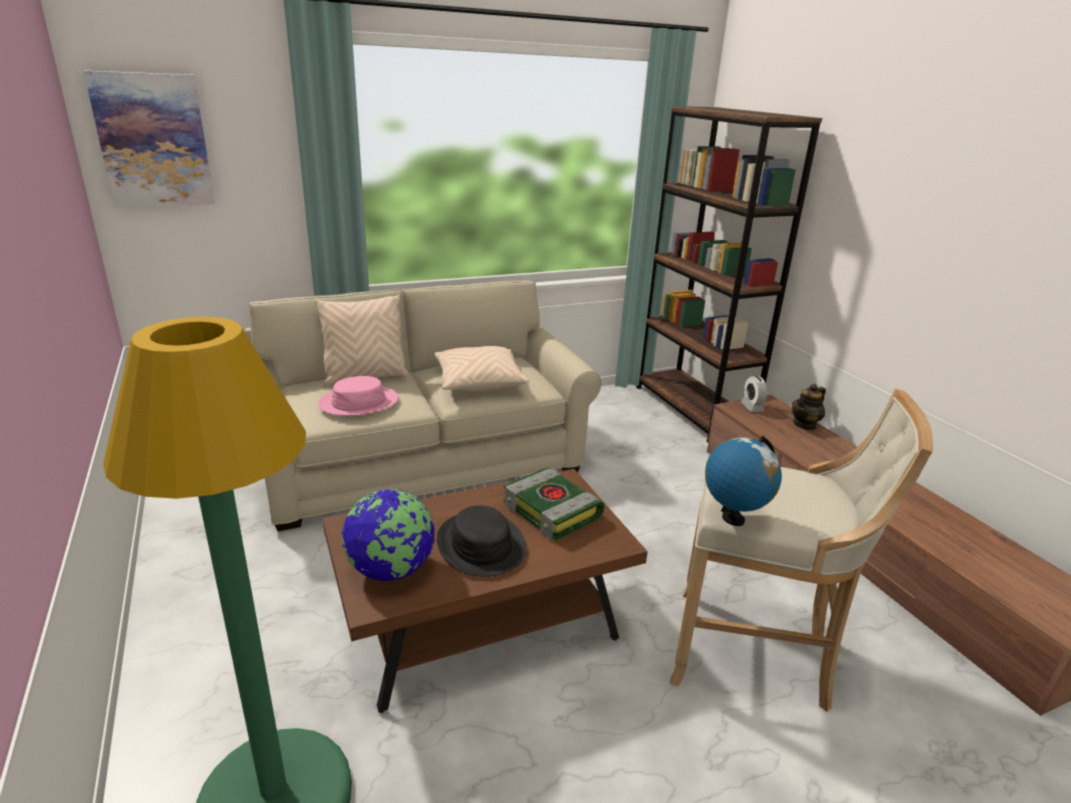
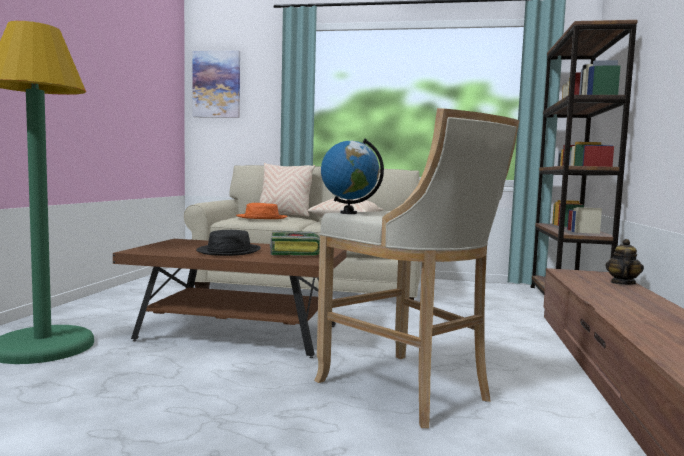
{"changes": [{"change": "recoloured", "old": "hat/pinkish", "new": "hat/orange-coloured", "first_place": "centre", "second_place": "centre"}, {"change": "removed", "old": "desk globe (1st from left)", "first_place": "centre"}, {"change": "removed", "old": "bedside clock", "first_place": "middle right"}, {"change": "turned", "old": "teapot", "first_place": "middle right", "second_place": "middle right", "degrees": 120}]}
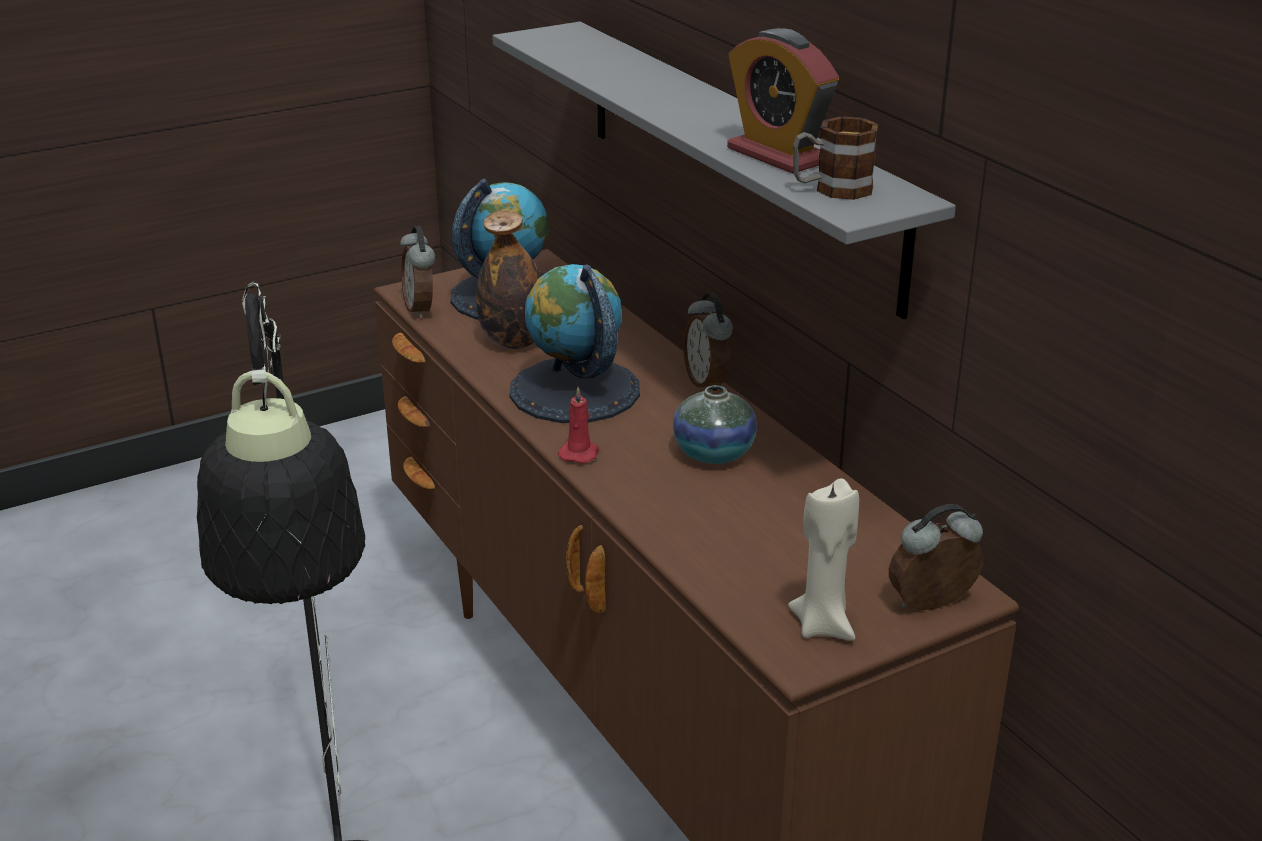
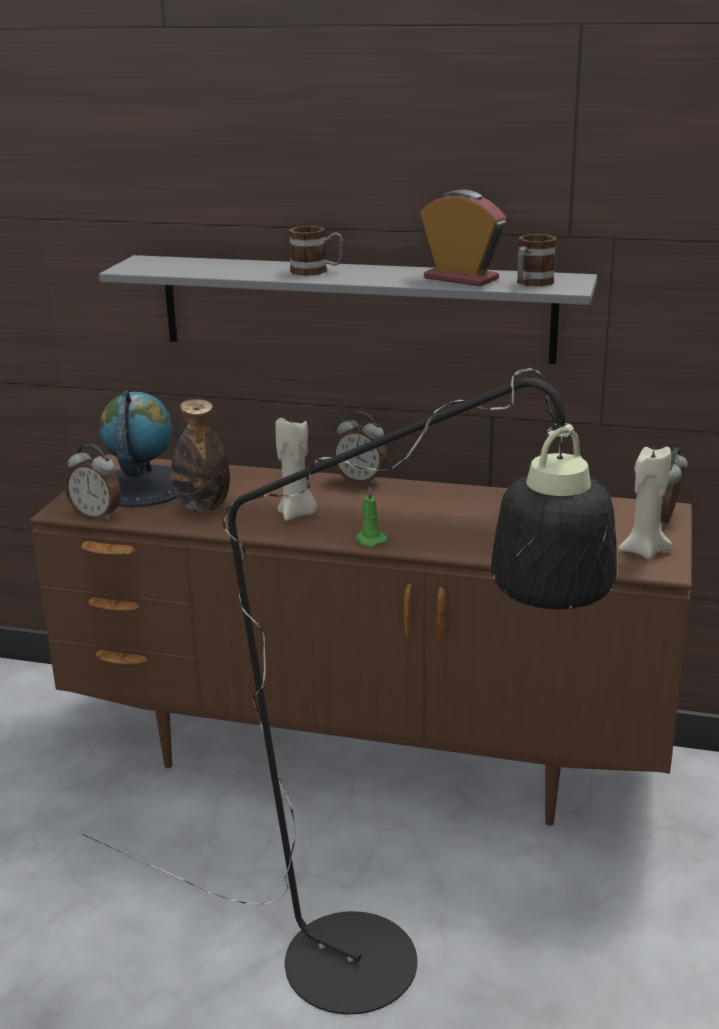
{"changes": [{"change": "replaced", "old": "desk globe (2nd from left)", "new": "wax candle/sand-coloured (1st from left)", "first_place": "centre", "second_place": "centre"}, {"change": "recoloured", "old": "wax candle/red-coloured", "new": "wax candle/green-coloured", "first_place": "centre", "second_place": "centre"}, {"change": "removed", "old": "decorative vase", "first_place": "centre"}, {"change": "turned", "old": "bedside clock (3rd from left)", "first_place": "top centre", "second_place": "top centre", "degrees": -150}, {"change": "added", "new": "mug (1st from left)", "second_place": "top centre"}]}
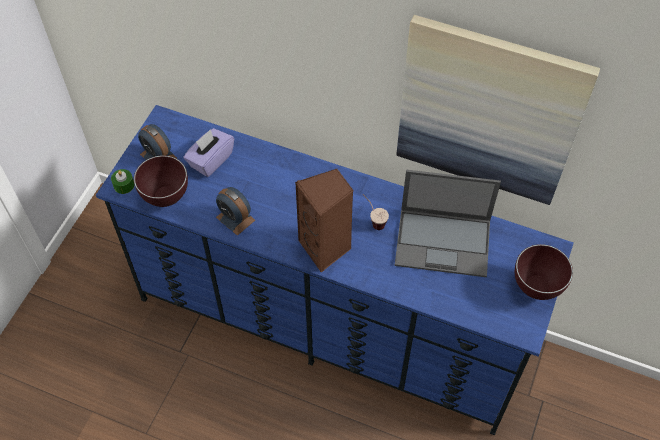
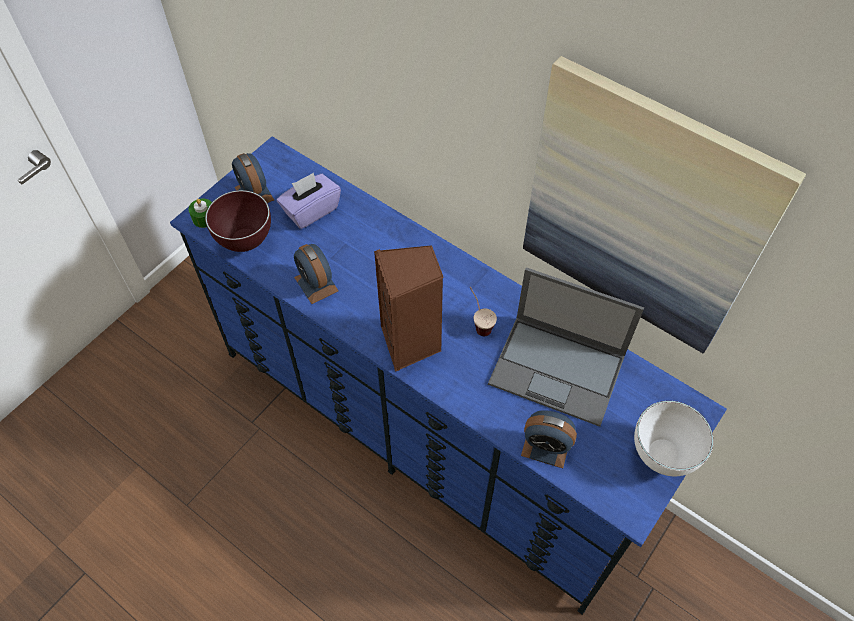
{"changes": [{"change": "recoloured", "old": "bowl/brown (2nd from left)", "new": "bowl/whitish", "first_place": "middle right", "second_place": "bottom right"}, {"change": "added", "new": "bedside clock (3rd from left)", "second_place": "bottom centre"}]}
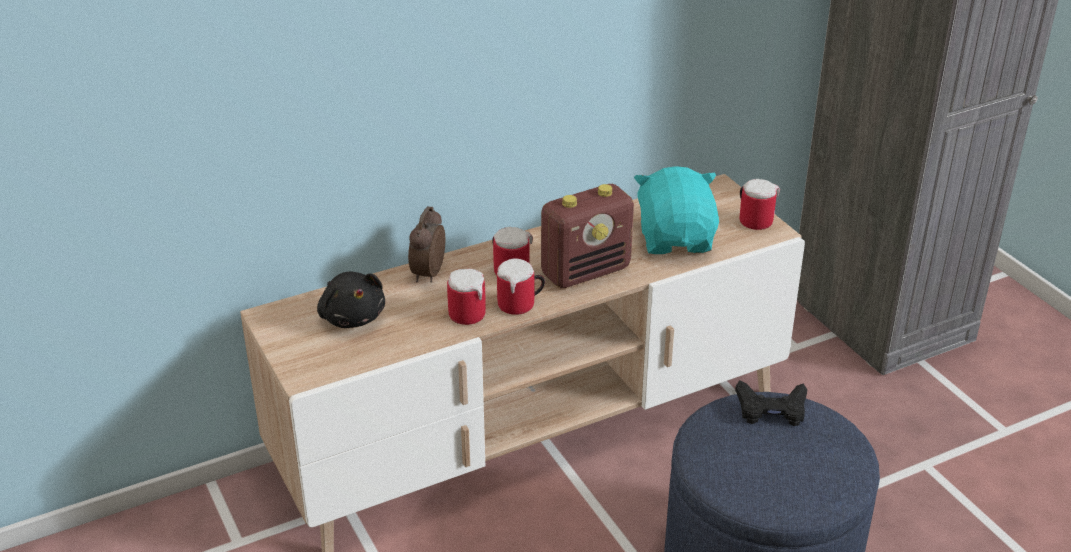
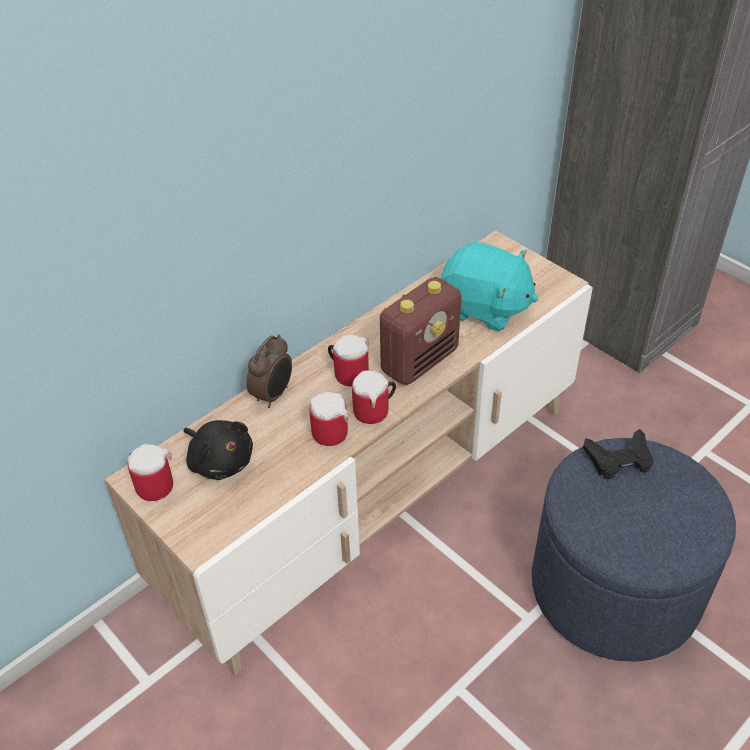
{"changes": [{"change": "turned", "old": "bedside clock", "first_place": "centre", "second_place": "centre", "degrees": -150}, {"change": "turned", "old": "plush toy/blue-green", "first_place": "centre", "second_place": "centre", "degrees": 135}, {"change": "moved", "old": "mug (4th from left in the first image)", "new": "mug (1st from left)", "first_place": "middle right", "second_place": "middle left"}]}
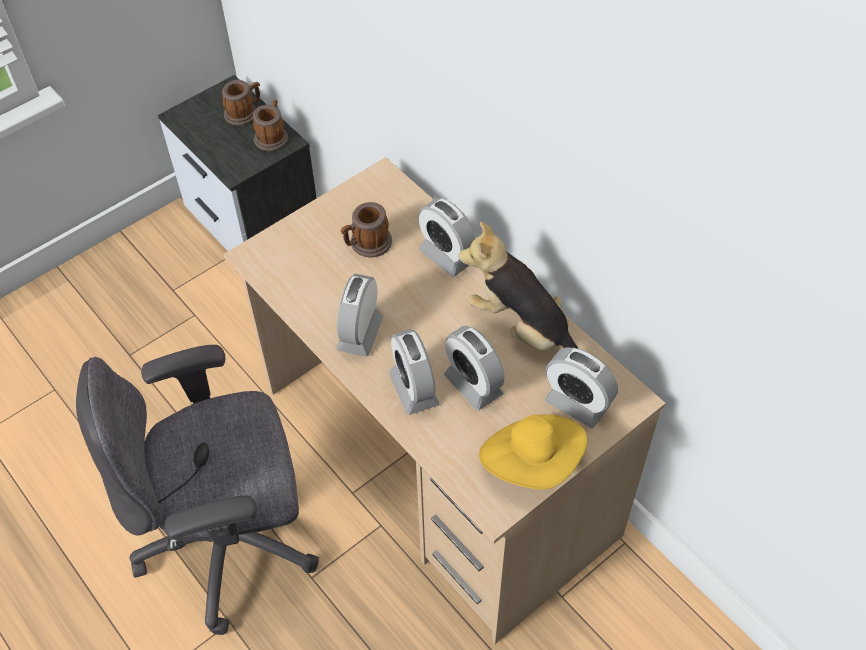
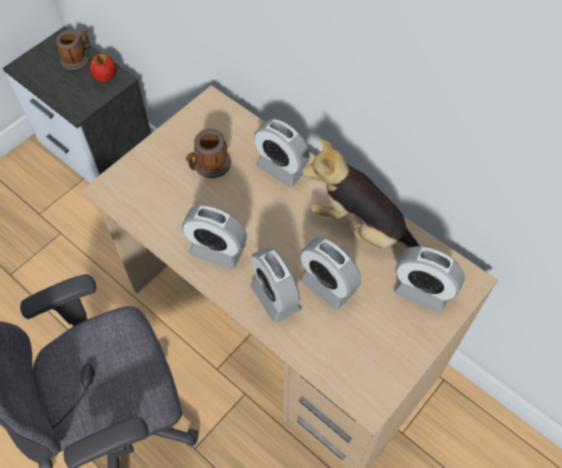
{"changes": [{"change": "replaced", "old": "mug (2nd from left)", "new": "whole apple", "first_place": "top left", "second_place": "top left"}, {"change": "turned", "old": "bedside clock (1st from left)", "first_place": "centre", "second_place": "centre", "degrees": -75}, {"change": "removed", "old": "hat/yellowish", "first_place": "bottom centre"}]}
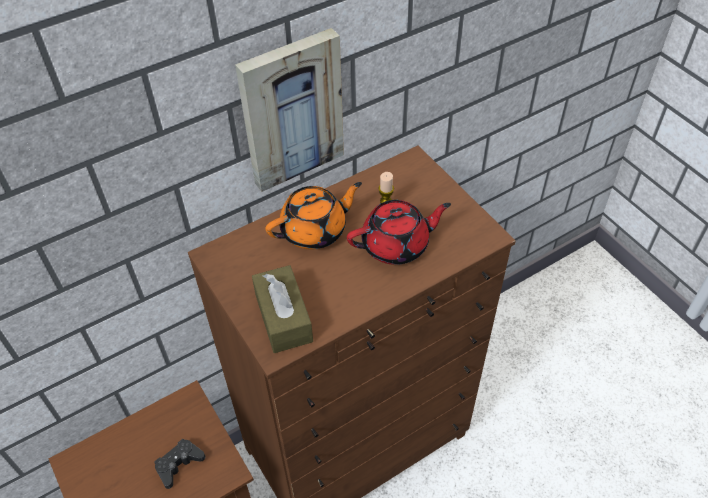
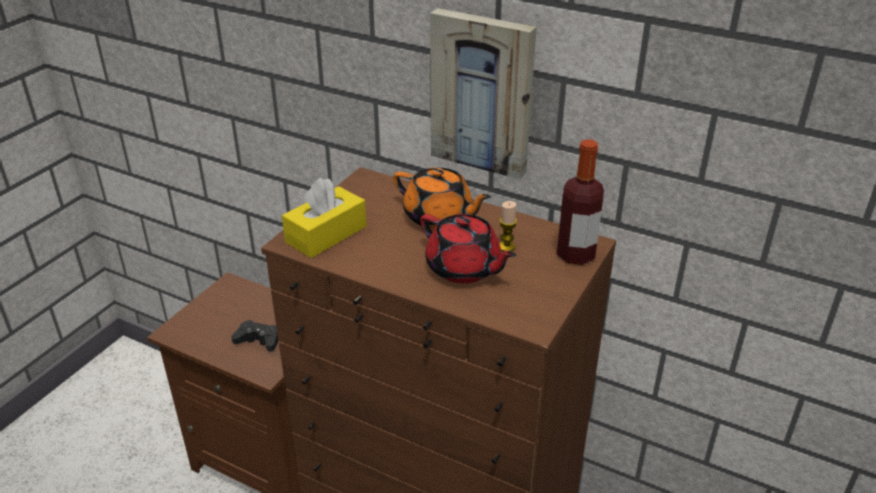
{"changes": [{"change": "recoloured", "old": "tissue box/brown", "new": "tissue box/yellowish", "first_place": "centre", "second_place": "centre"}, {"change": "added", "new": "beverage bottle", "second_place": "centre"}]}
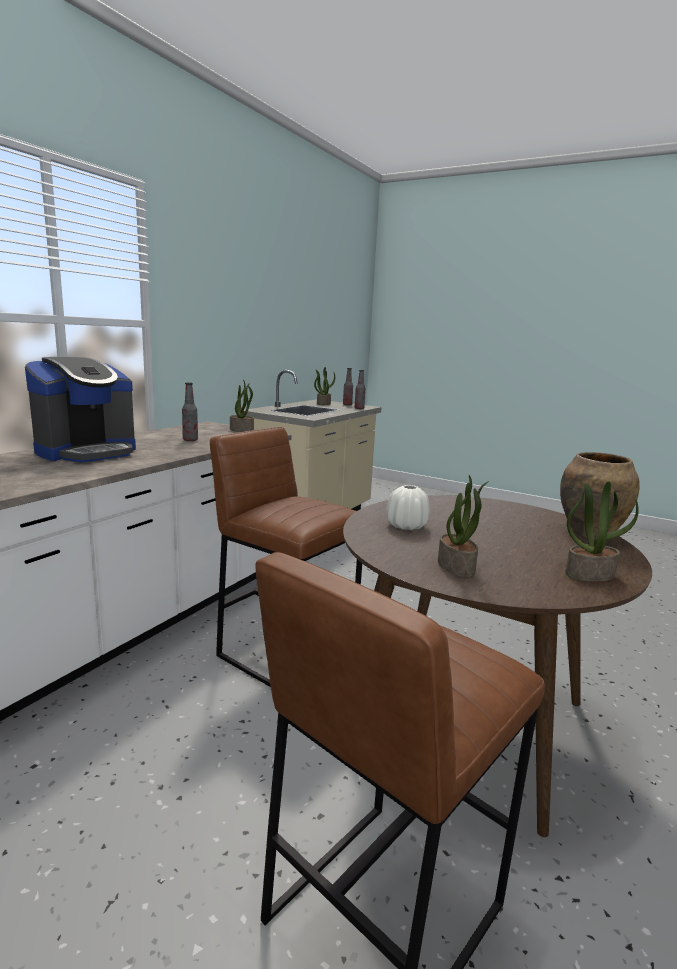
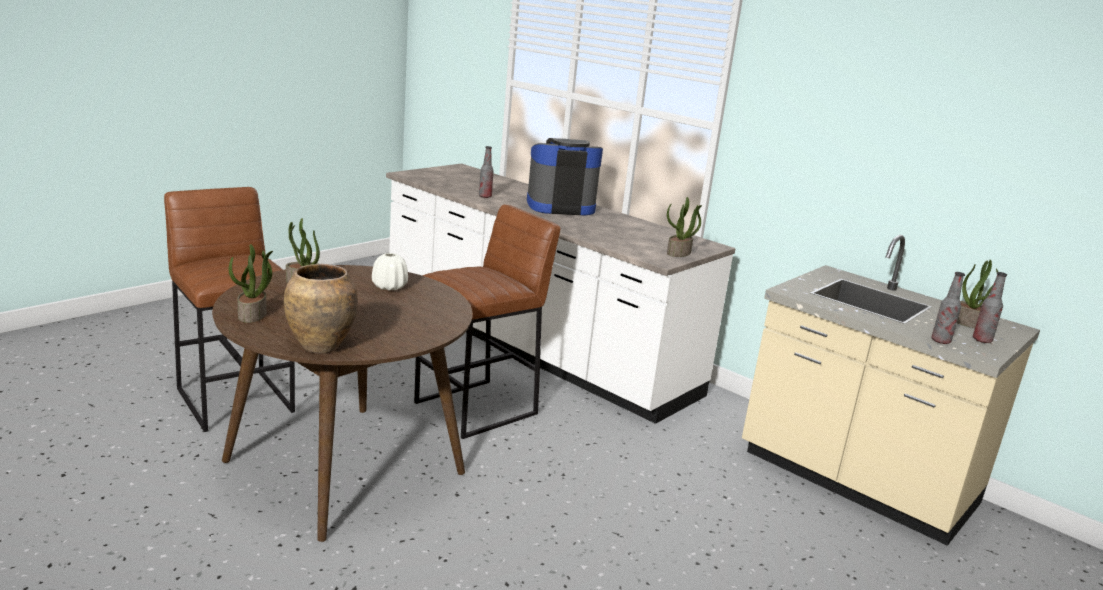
{"changes": [{"change": "turned", "old": "coffee maker", "first_place": "middle left", "second_place": "top centre", "degrees": 120}, {"change": "moved", "old": "beverage bottle (1st from left)", "first_place": "middle left", "second_place": "top centre"}]}
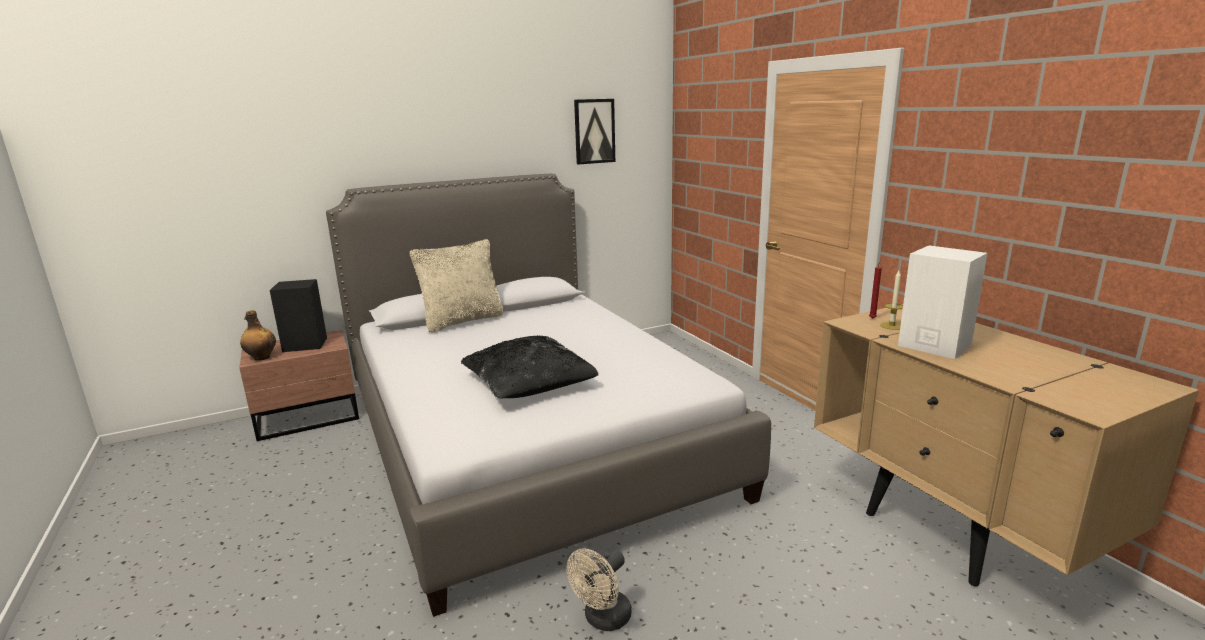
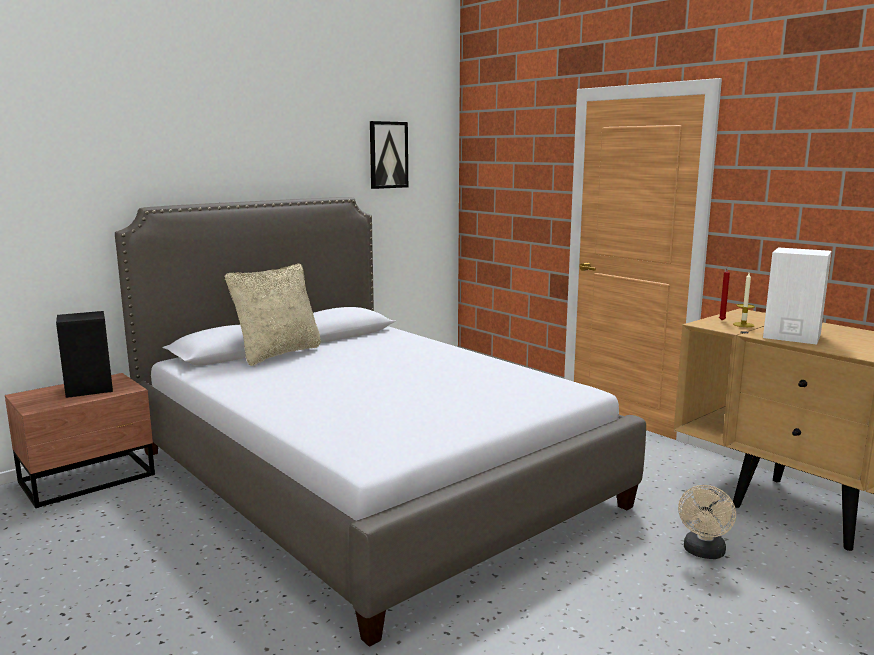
{"changes": [{"change": "removed", "old": "beverage bottle", "first_place": "middle left"}, {"change": "removed", "old": "throw pillow/black", "first_place": "centre"}, {"change": "moved", "old": "fan/sand-coloured", "first_place": "bottom centre", "second_place": "bottom right"}]}
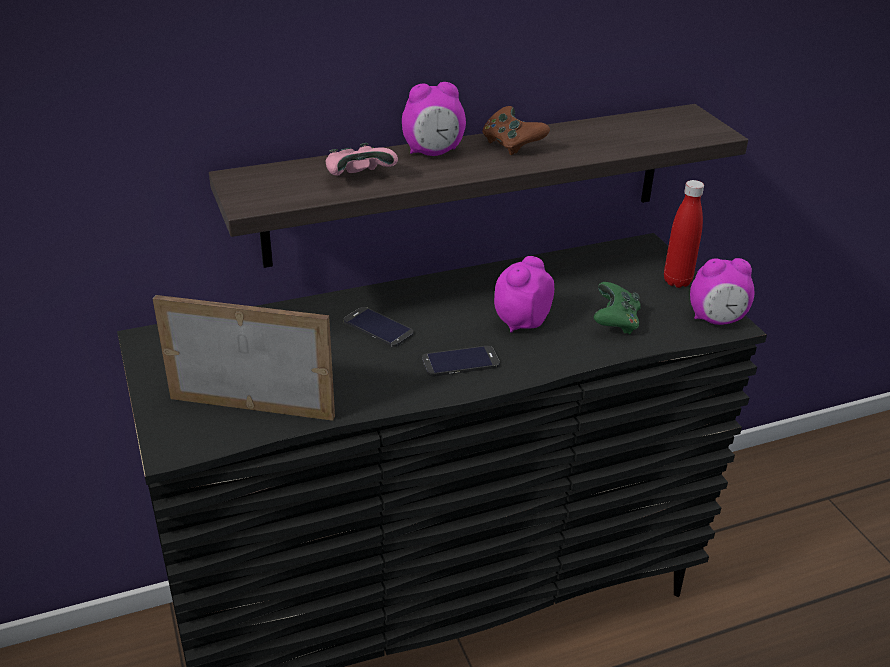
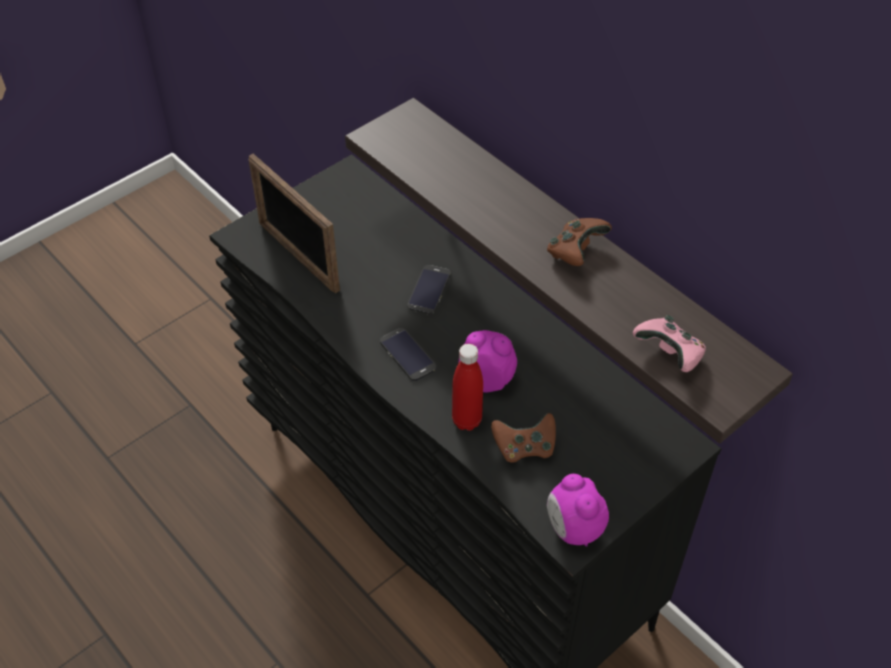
{"changes": [{"change": "turned", "old": "standing frame", "first_place": "middle left", "second_place": "middle left", "degrees": 150}, {"change": "moved", "old": "joypad/pinkish", "first_place": "top centre", "second_place": "middle right"}, {"change": "removed", "old": "bedside clock (1st from left)", "first_place": "top centre"}, {"change": "recoloured", "old": "joypad/green-coloured", "new": "joypad/brown (1st from left)", "first_place": "middle right", "second_place": "centre"}, {"change": "moved", "old": "beverage bottle/red-coloured", "first_place": "middle right", "second_place": "centre"}]}
